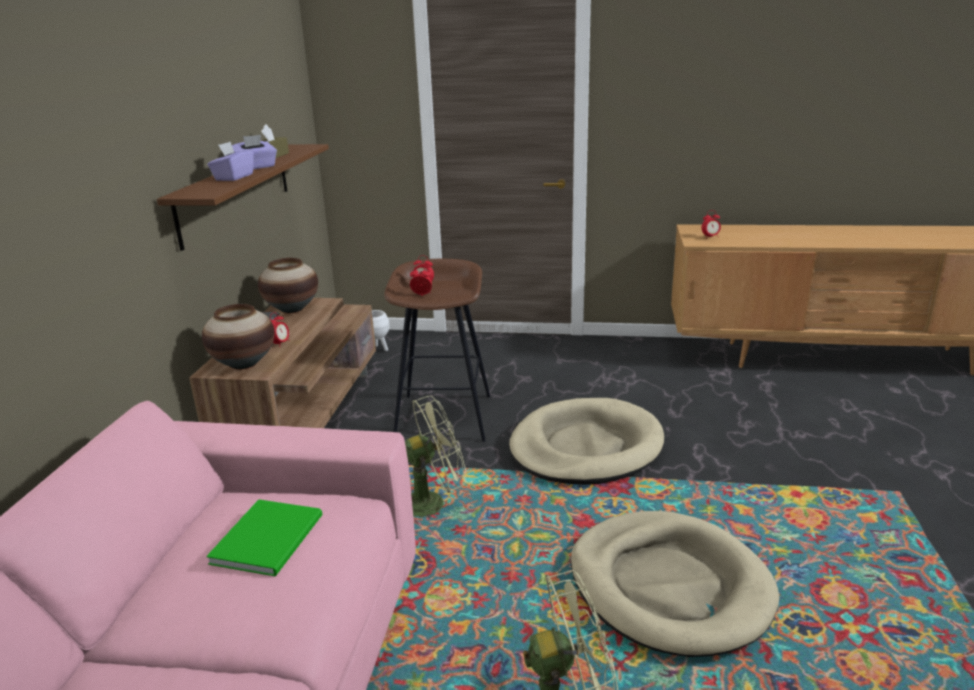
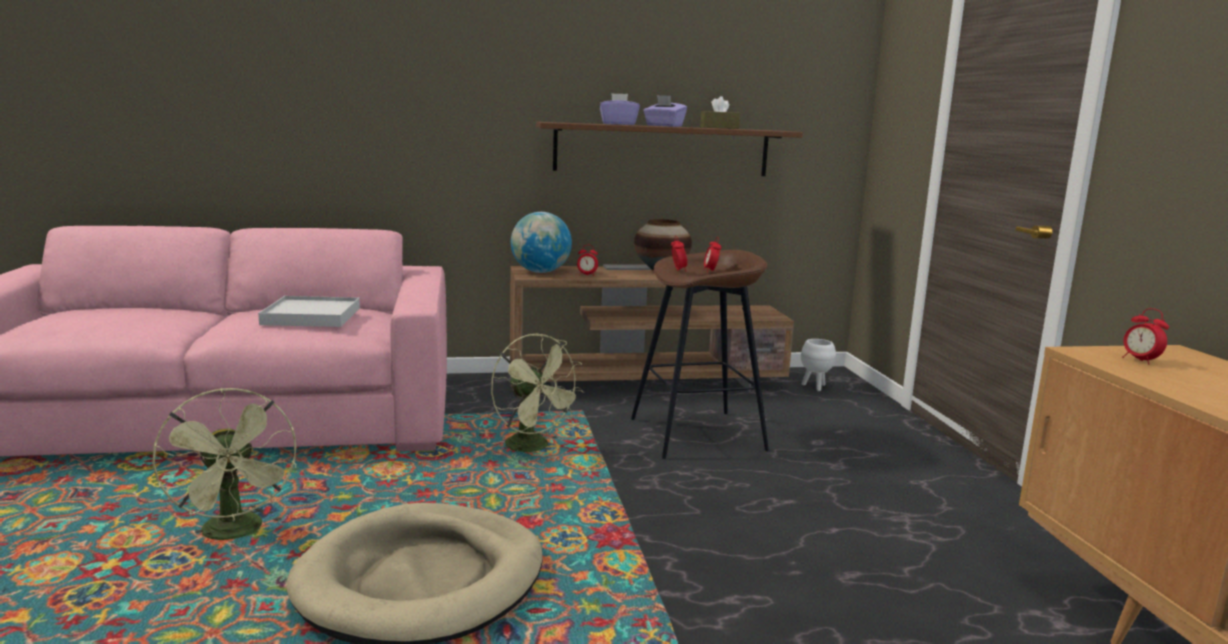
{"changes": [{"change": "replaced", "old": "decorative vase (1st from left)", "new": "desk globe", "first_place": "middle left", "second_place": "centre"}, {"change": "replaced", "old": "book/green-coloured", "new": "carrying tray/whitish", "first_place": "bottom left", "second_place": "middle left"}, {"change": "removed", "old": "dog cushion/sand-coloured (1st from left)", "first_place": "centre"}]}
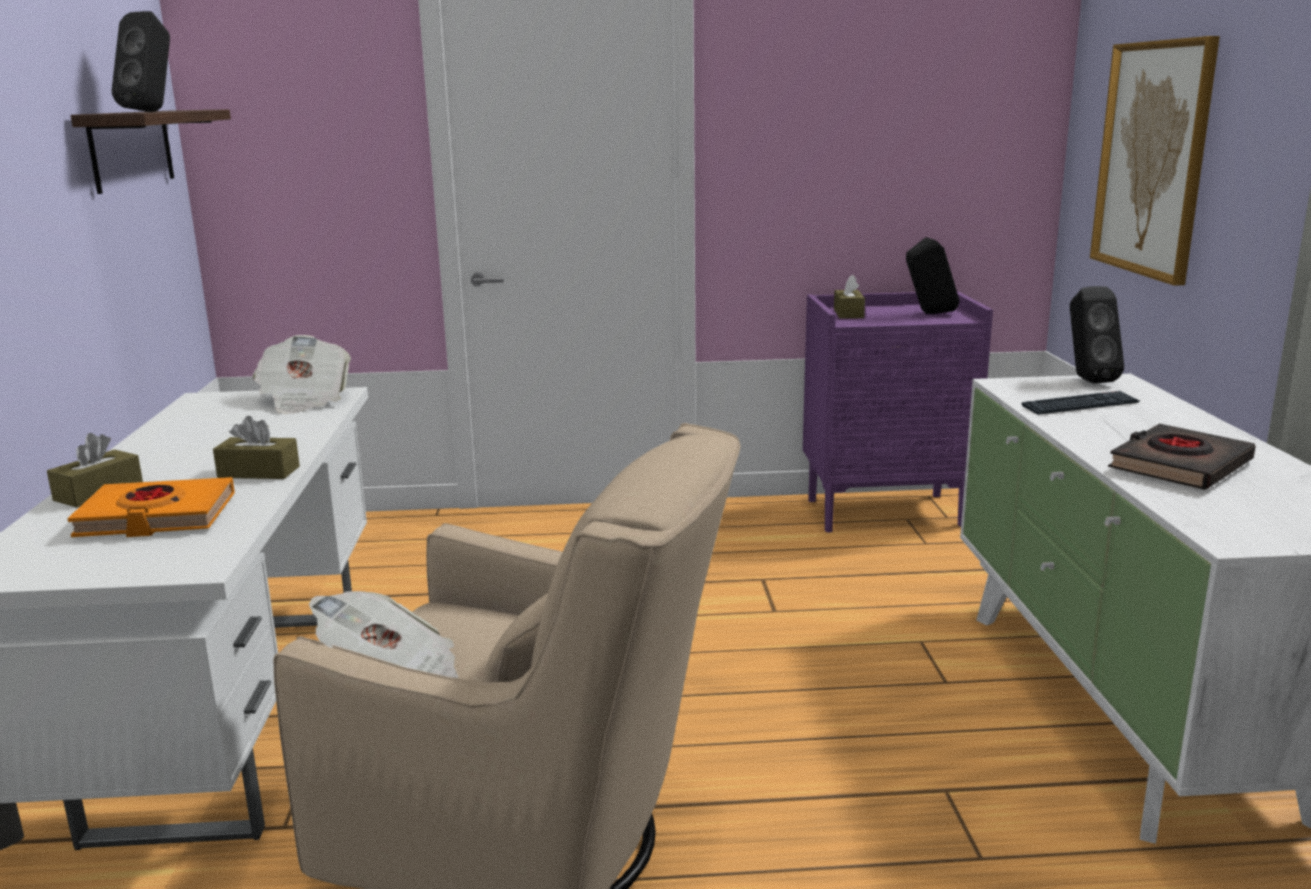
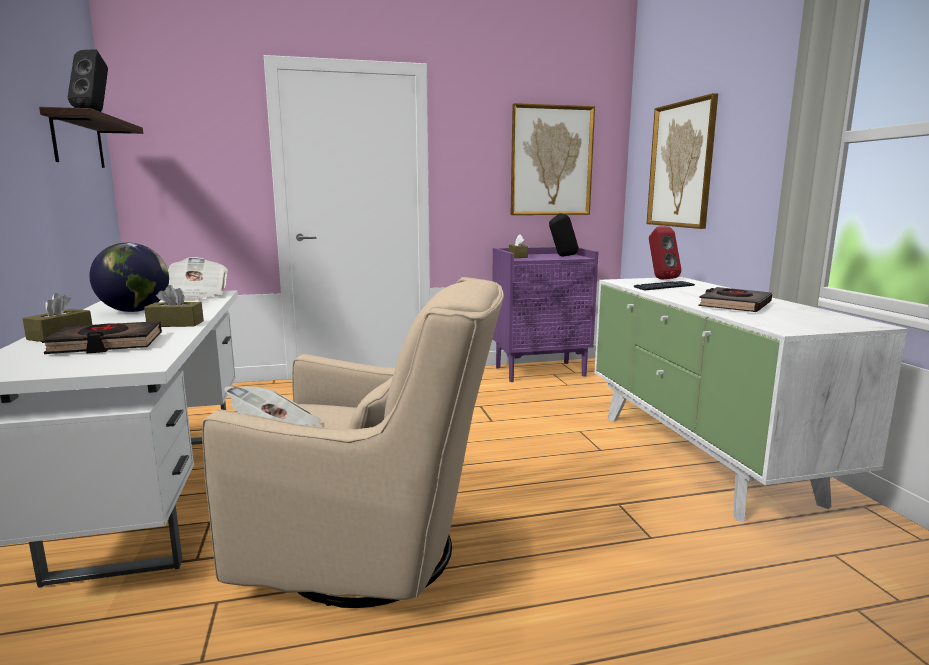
{"changes": [{"change": "recoloured", "old": "book/orange-coloured", "new": "book/black (1st from left)", "first_place": "middle left", "second_place": "middle left"}, {"change": "recoloured", "old": "loudspeaker/black (3rd from left)", "new": "loudspeaker/red-coloured", "first_place": "middle right", "second_place": "middle right"}, {"change": "added", "new": "desk globe", "second_place": "middle left"}, {"change": "added", "new": "picture (1st from left)", "second_place": "top centre"}]}
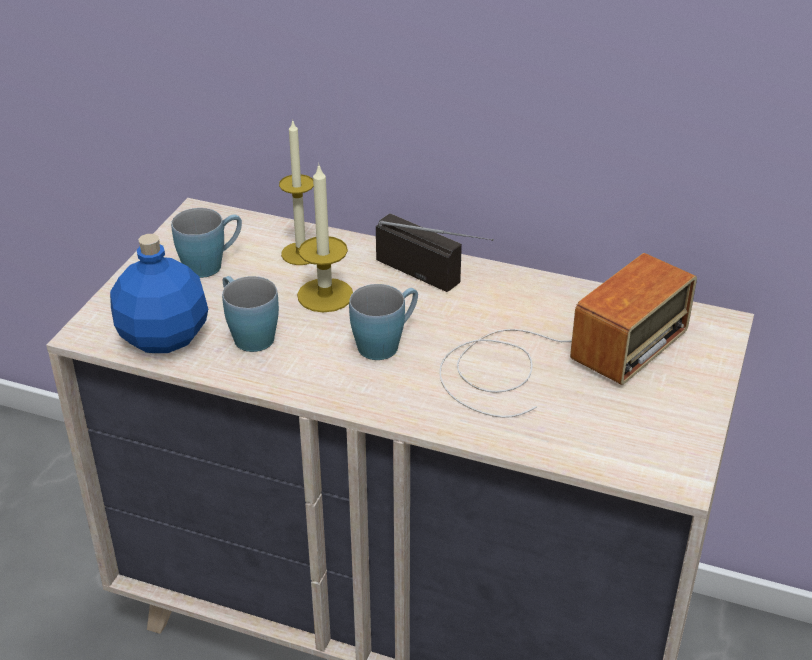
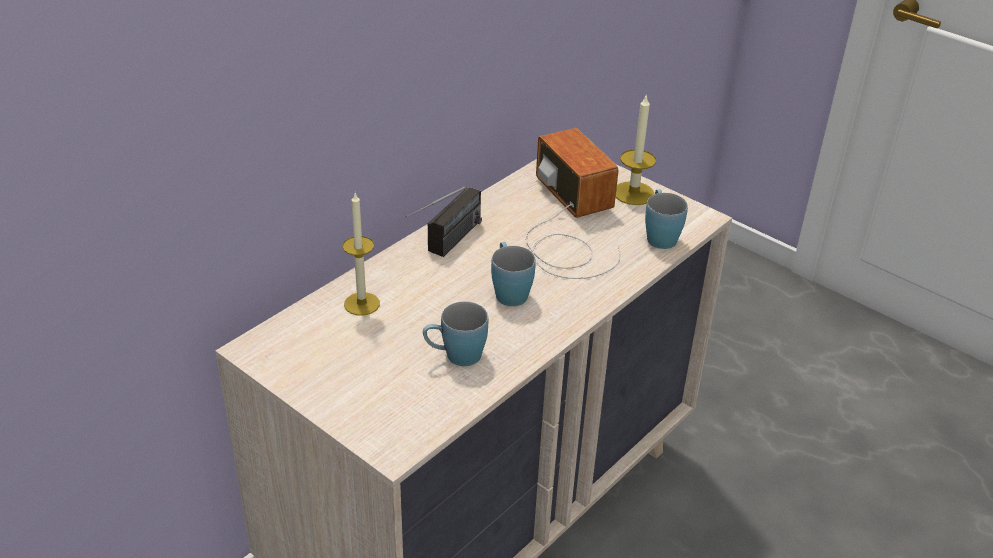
{"changes": [{"change": "removed", "old": "beverage bottle/blue", "first_place": "middle left"}, {"change": "moved", "old": "mug/blue (1st from left in the first image)", "new": "mug/blue (3rd from left)", "first_place": "middle left", "second_place": "middle right"}, {"change": "moved", "old": "wax candle (2nd from left)", "first_place": "centre", "second_place": "top centre"}, {"change": "turned", "old": "radio receiver (1st from left)", "first_place": "centre", "second_place": "centre", "degrees": 150}]}
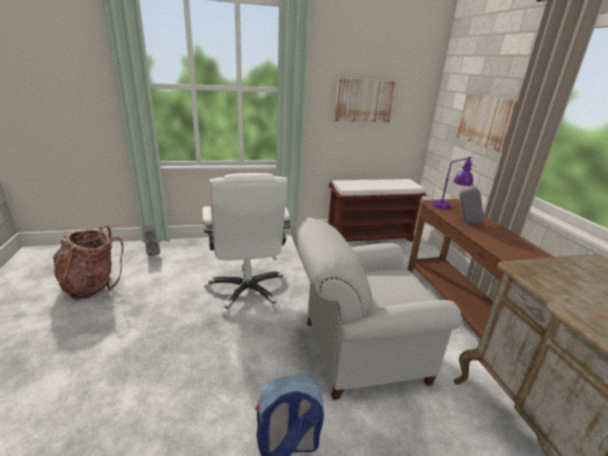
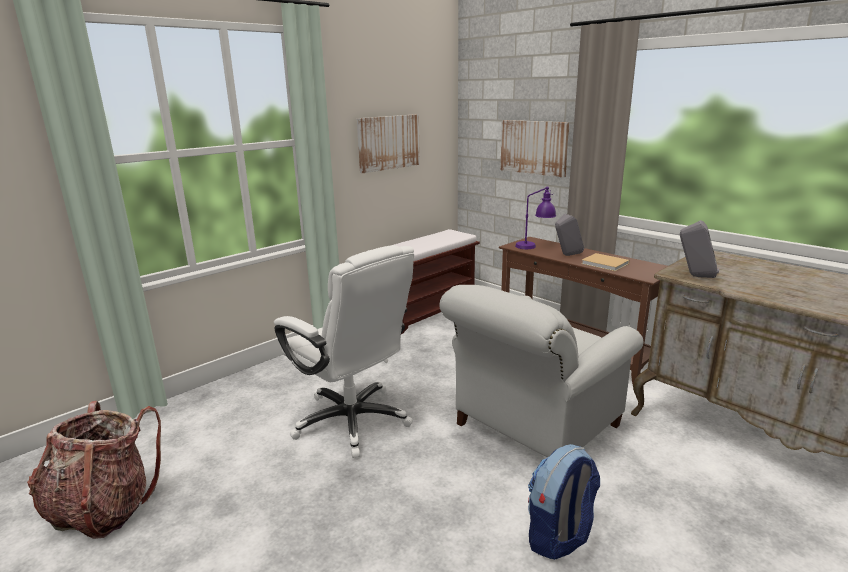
{"changes": [{"change": "moved", "old": "loudspeaker/grey (1st from left in the first image)", "new": "loudspeaker/grey (2nd from left)", "first_place": "middle left", "second_place": "middle right"}, {"change": "added", "new": "book/sand-coloured", "second_place": "middle right"}]}
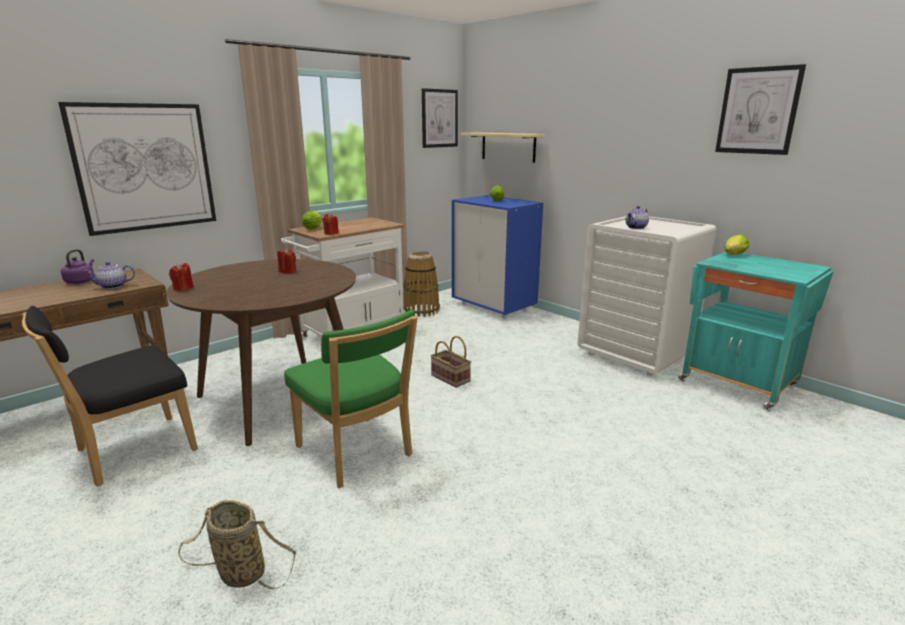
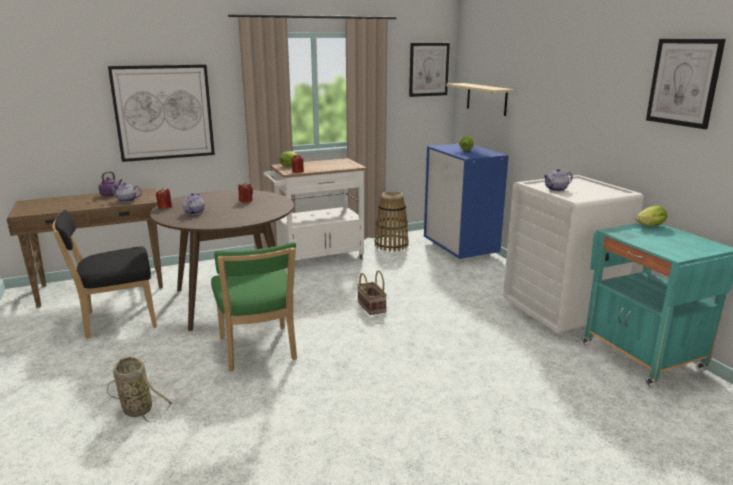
{"changes": [{"change": "added", "new": "teapot (2nd from left)", "second_place": "middle left"}]}
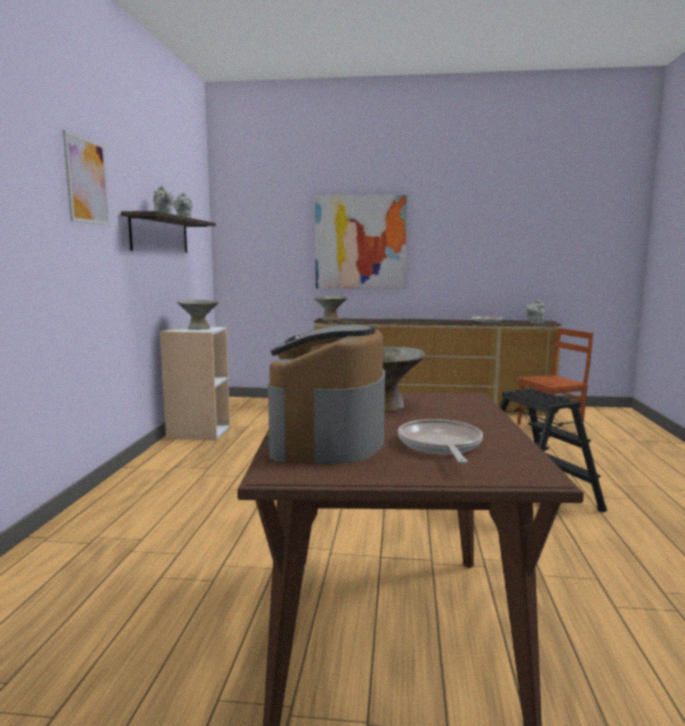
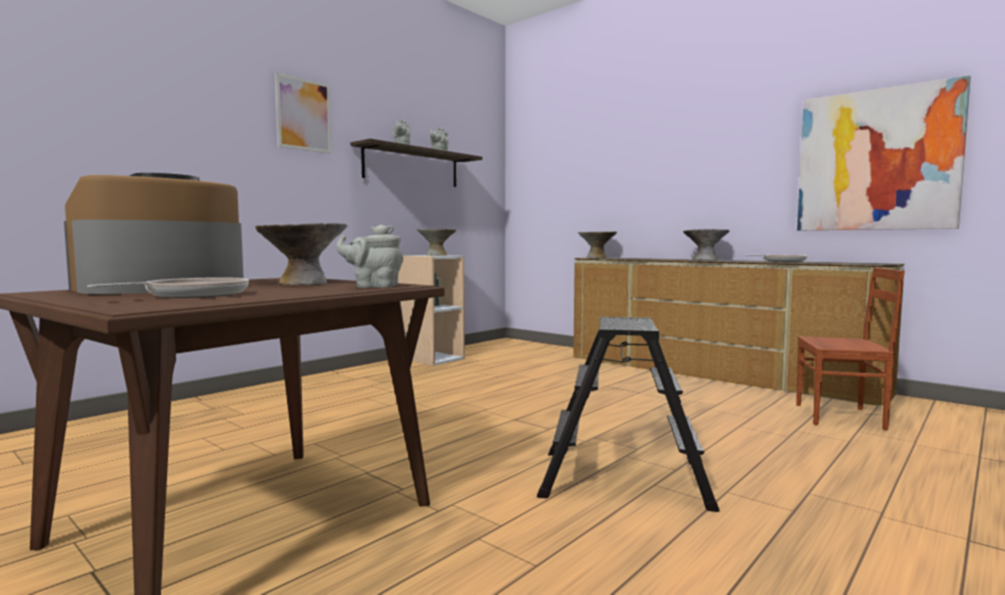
{"changes": [{"change": "moved", "old": "picture (2nd from left)", "first_place": "centre", "second_place": "top right"}, {"change": "moved", "old": "teapot/grey (3rd from left in the first image)", "new": "teapot/grey (1st from left)", "first_place": "middle right", "second_place": "centre"}, {"change": "added", "new": "bowl/grey (4th from left)", "second_place": "middle right"}]}
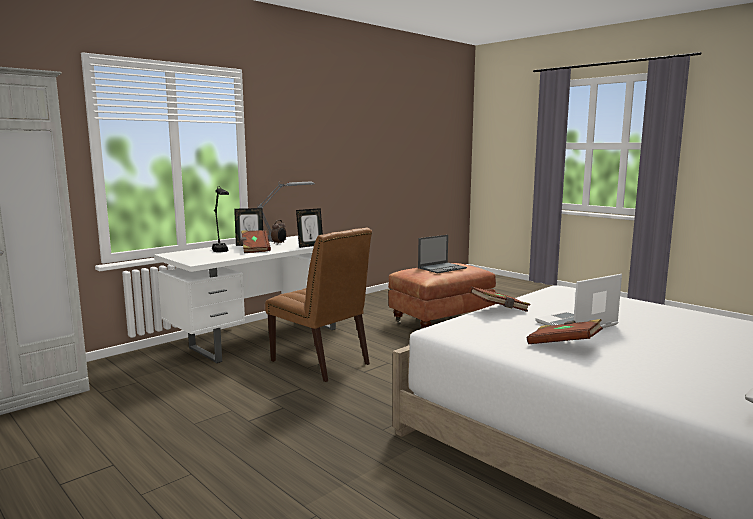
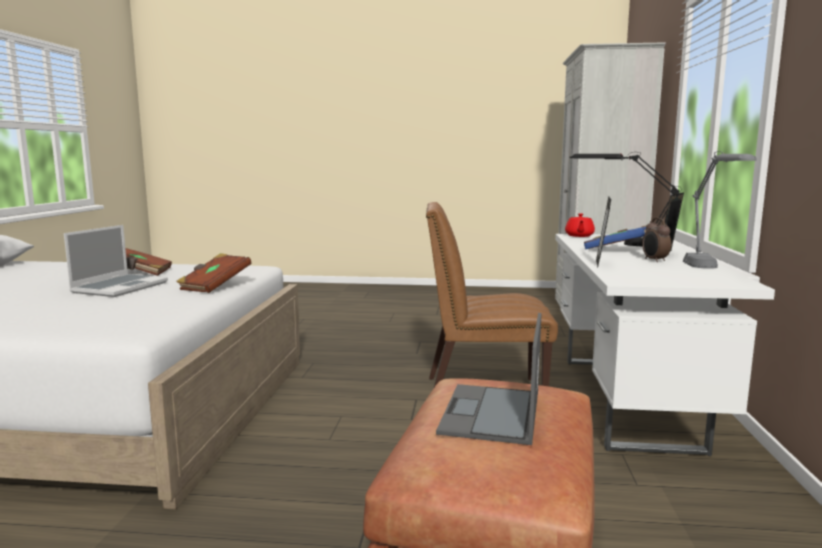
{"changes": [{"change": "recoloured", "old": "book/brown (1st from left)", "new": "book/blue", "first_place": "centre", "second_place": "middle right"}, {"change": "added", "new": "teapot/red-coloured", "second_place": "middle right"}]}
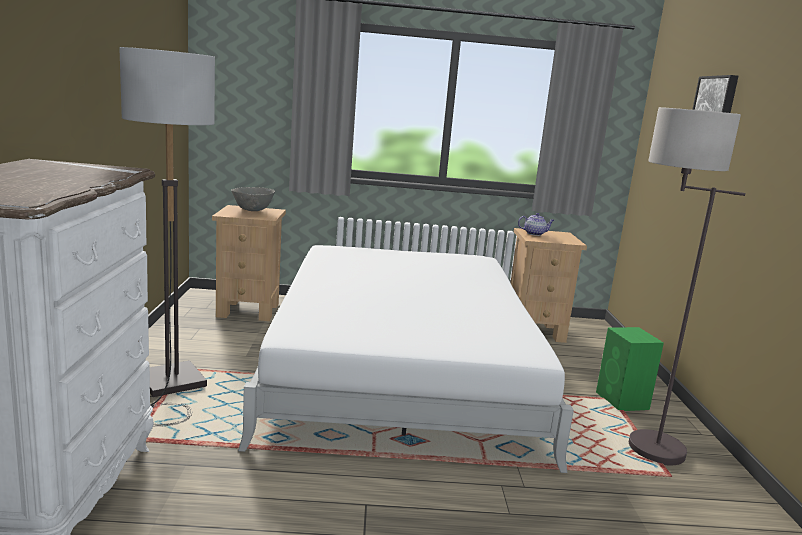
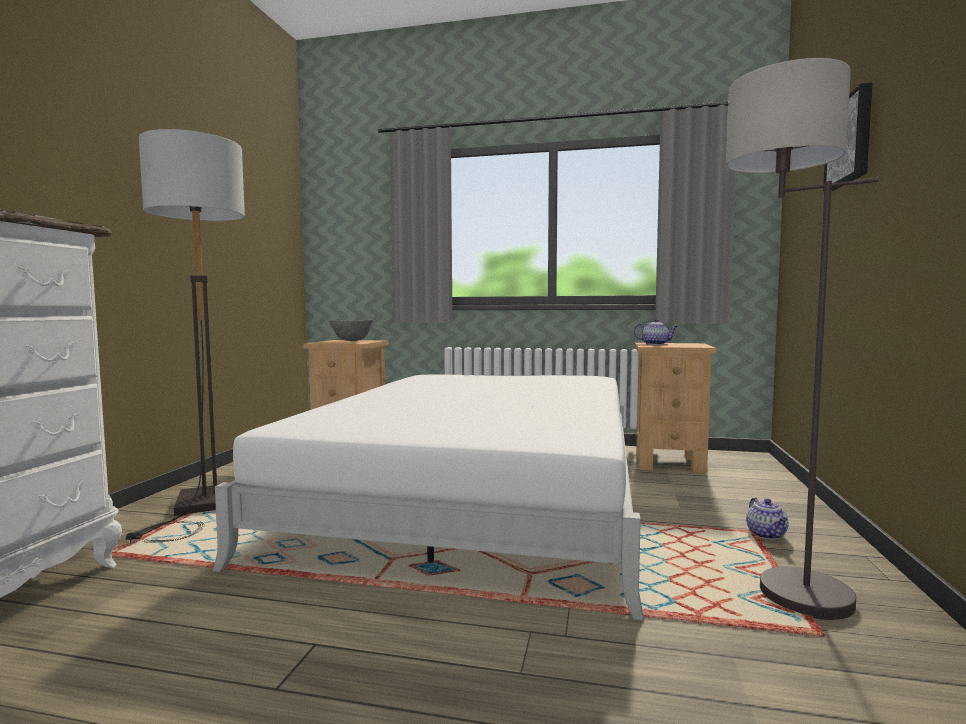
{"changes": [{"change": "replaced", "old": "loudspeaker/green-coloured", "new": "teapot (2nd from left)", "first_place": "bottom right", "second_place": "bottom right"}]}
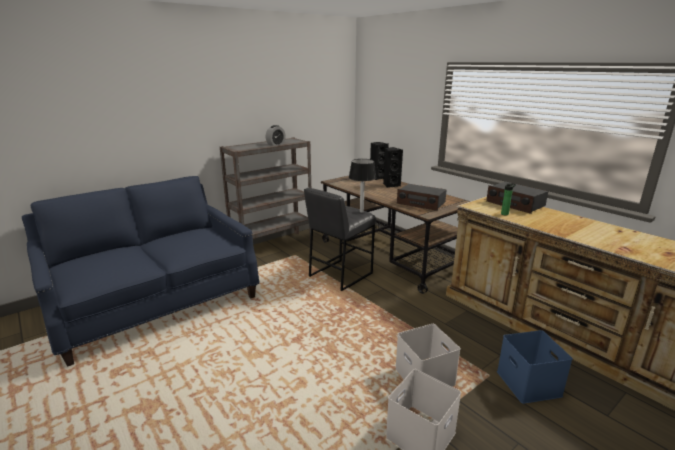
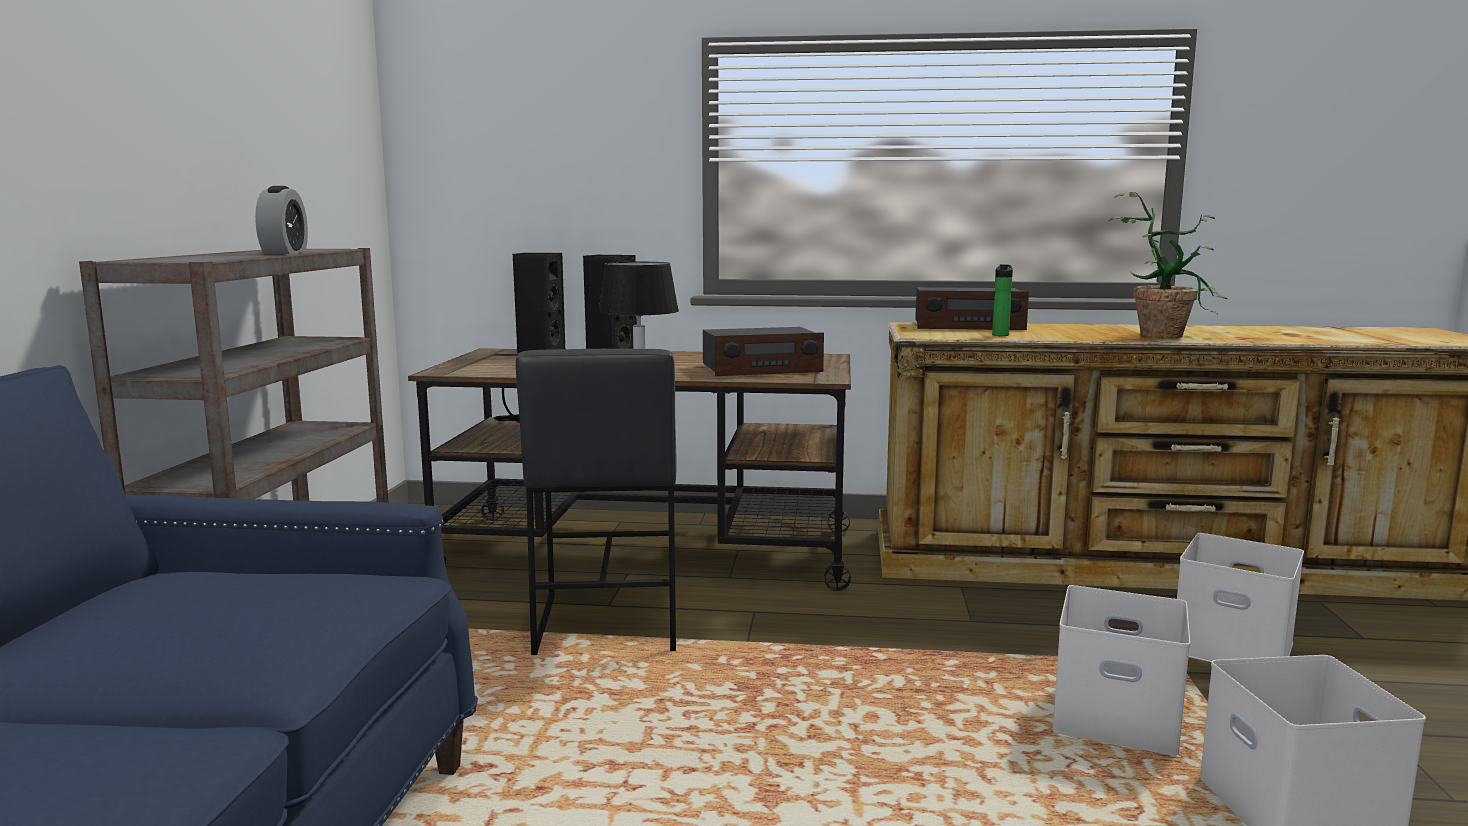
{"changes": [{"change": "recoloured", "old": "storage container/blue", "new": "storage container/whitish (2nd from left)", "first_place": "bottom right", "second_place": "bottom right"}, {"change": "added", "new": "potted plant", "second_place": "top right"}]}
